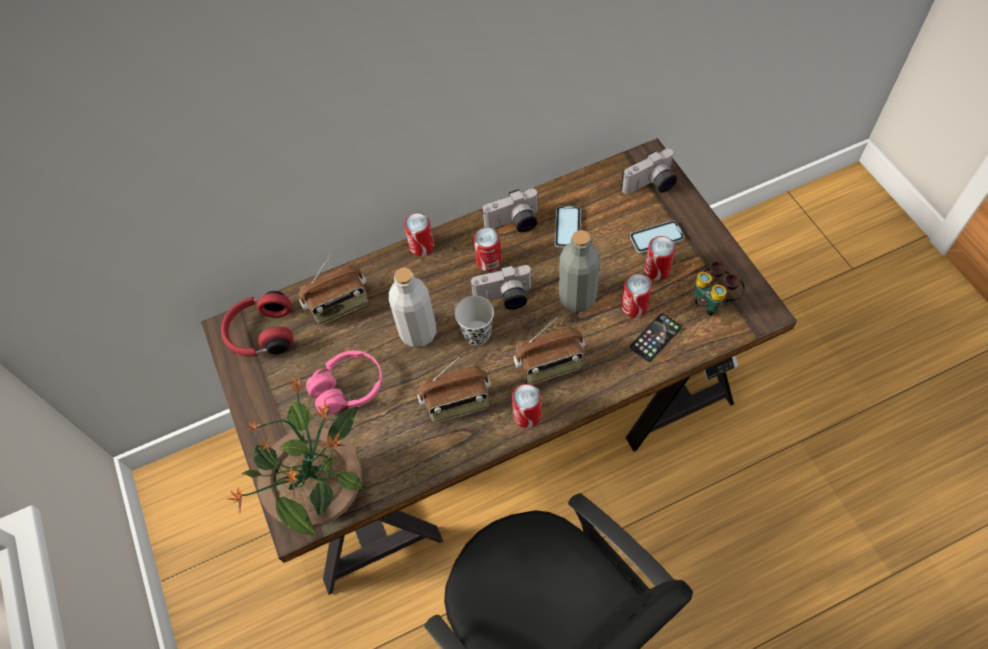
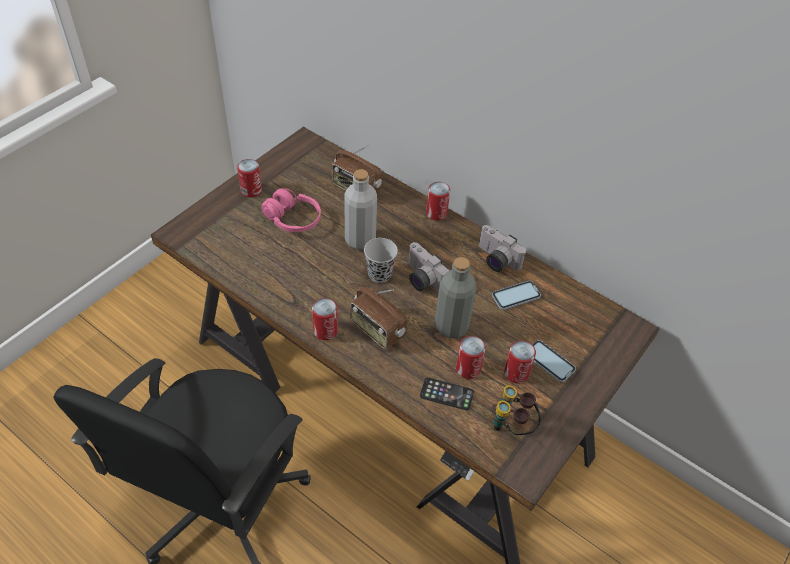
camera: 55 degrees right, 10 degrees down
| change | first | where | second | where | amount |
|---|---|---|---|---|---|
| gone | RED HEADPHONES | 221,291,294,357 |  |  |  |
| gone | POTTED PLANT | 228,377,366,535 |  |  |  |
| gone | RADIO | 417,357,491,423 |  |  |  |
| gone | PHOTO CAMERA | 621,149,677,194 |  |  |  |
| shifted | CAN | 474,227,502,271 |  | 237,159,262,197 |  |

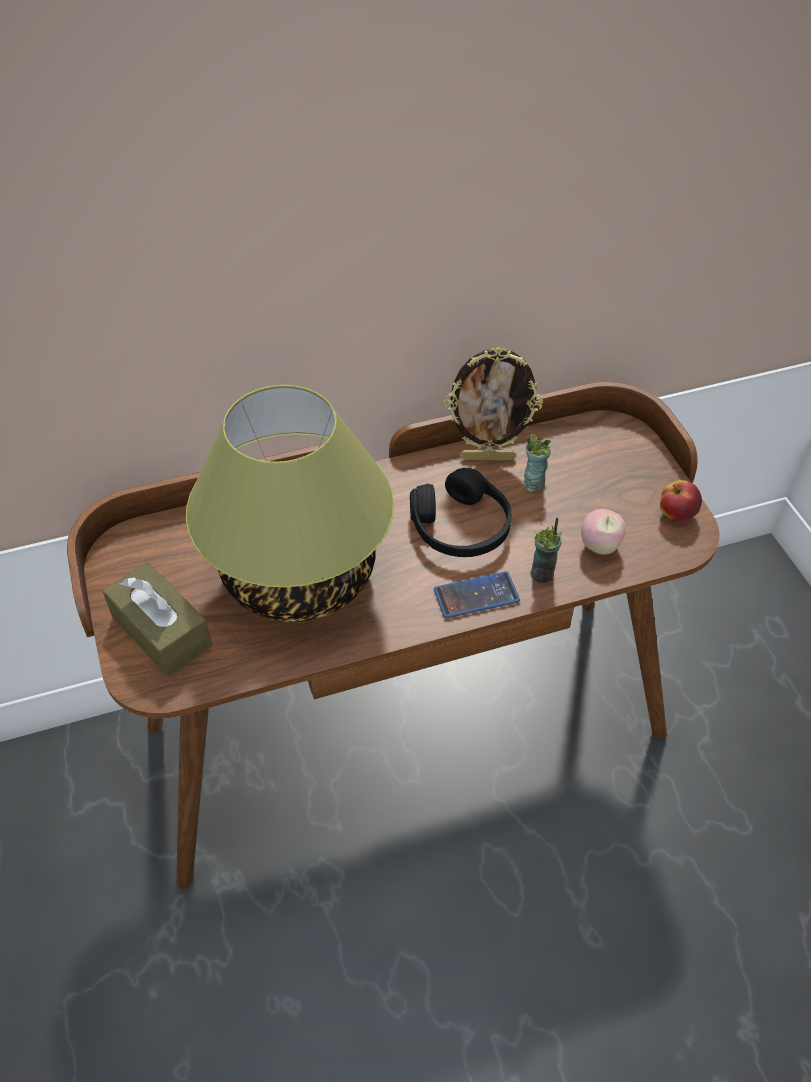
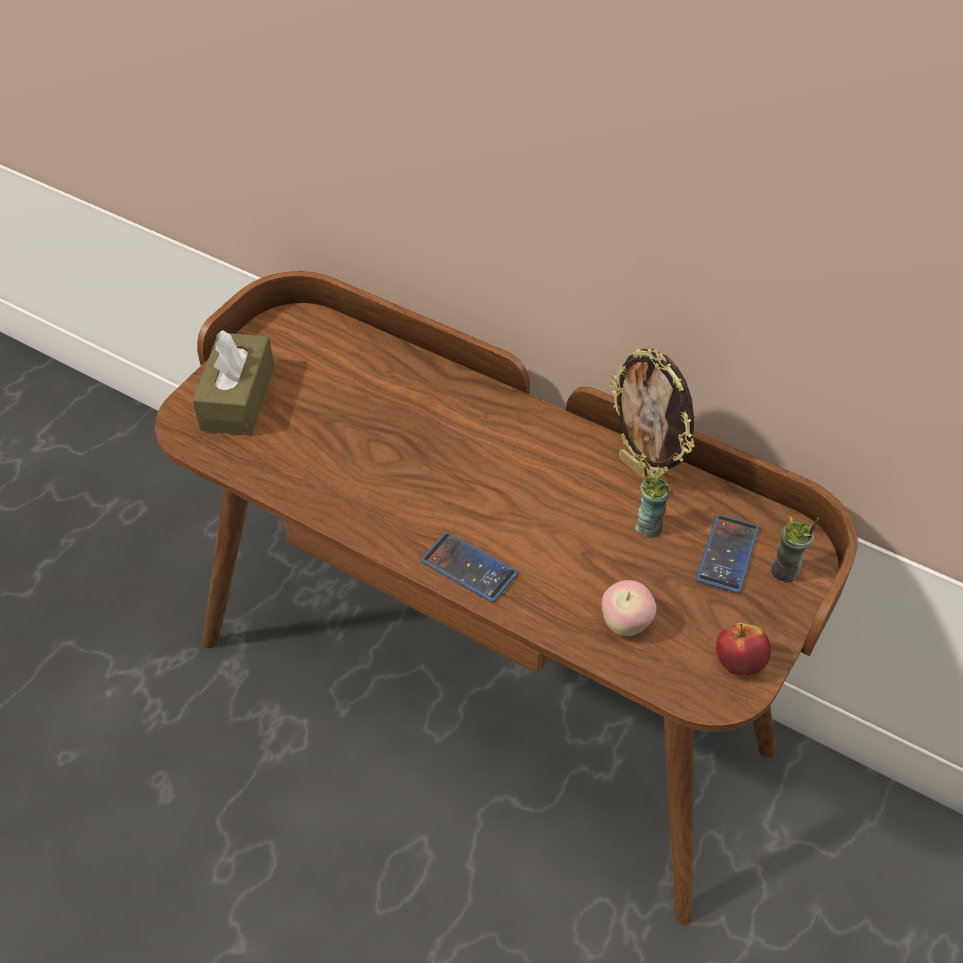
camera: 50 degrees right, 0 degrees up
| change | first | where | second | where | amount |
|---|---|---|---|---|---|
| gone | TABLE LAMP | 186,385,394,622 |  |  |  |
| gone | BLACK HEADPHONES | 410,468,511,557 |  |  |  |
| new |  |  | PHONE | 696,514,759,593 |  |
| shifted | CUP | 530,517,563,583 |  | 771,516,819,583 |  |

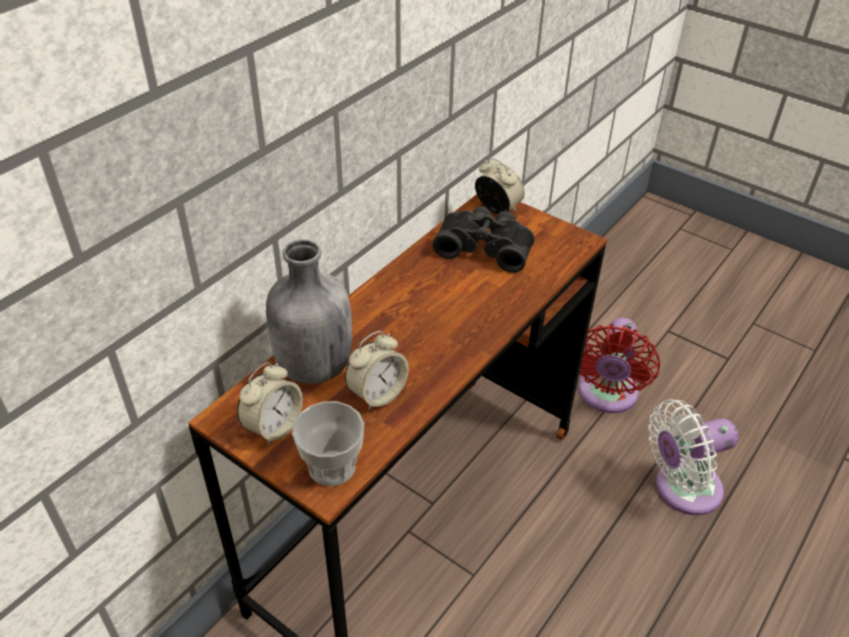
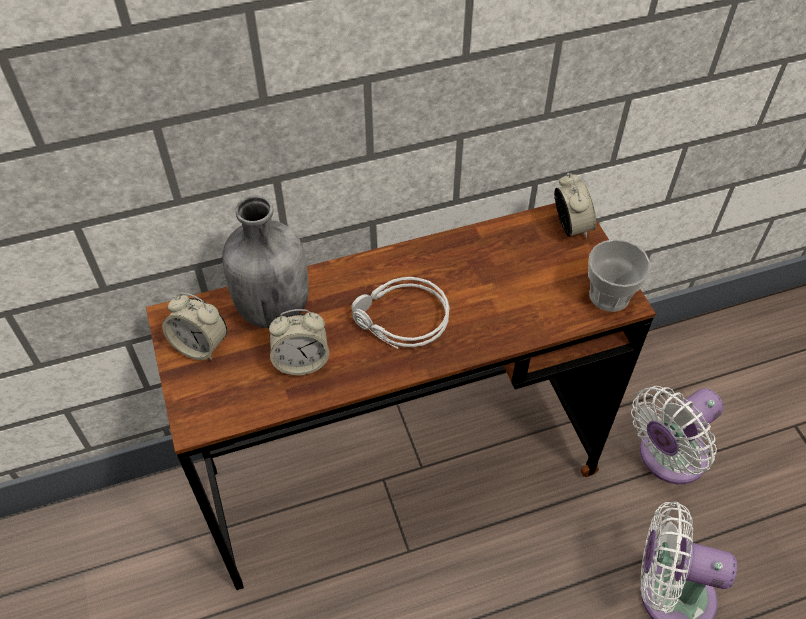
camera: 35 degrees right, 10 degrees up
| change | first | where | second | where | amount |
|---|---|---|---|---|---|
| gone | BLACK BINOCULARS | 432,206,534,273 |  |  |  |
| new |  |  | GREY HEADPHONES | 351,277,450,349 |  |
| shifted | CUP | 292,401,364,486 |  | 588,239,651,312 |  |
| repainted | RED FAN | 578,318,660,413 | WHITE FAN | 631,386,723,484 |  |
| rotated | ALARM CLOCK | 237,362,303,446 |  | 162,293,227,361 | 45 degrees clockwise |

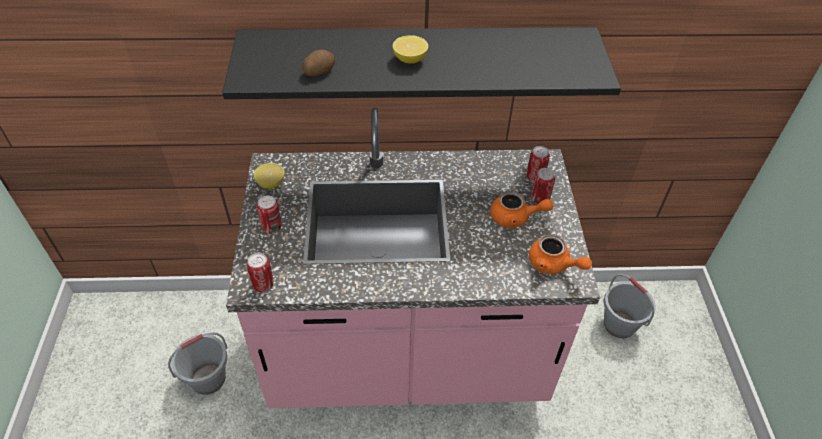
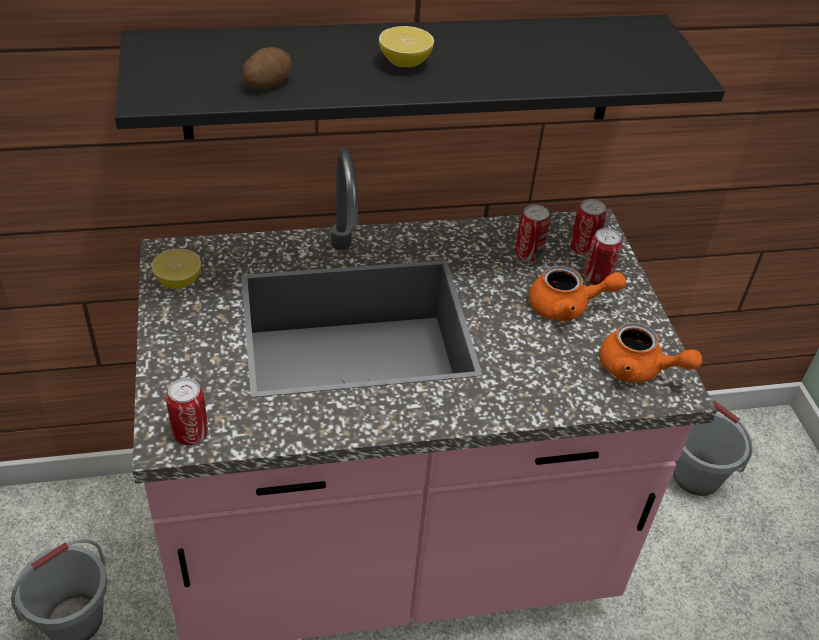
camera: 10 degrees left, 5 degrees down
| change | first | where | second | where | amount |
|---|---|---|---|---|---|
| shifted | CAN | 257,196,281,234 |  | 515,205,550,262 |  |

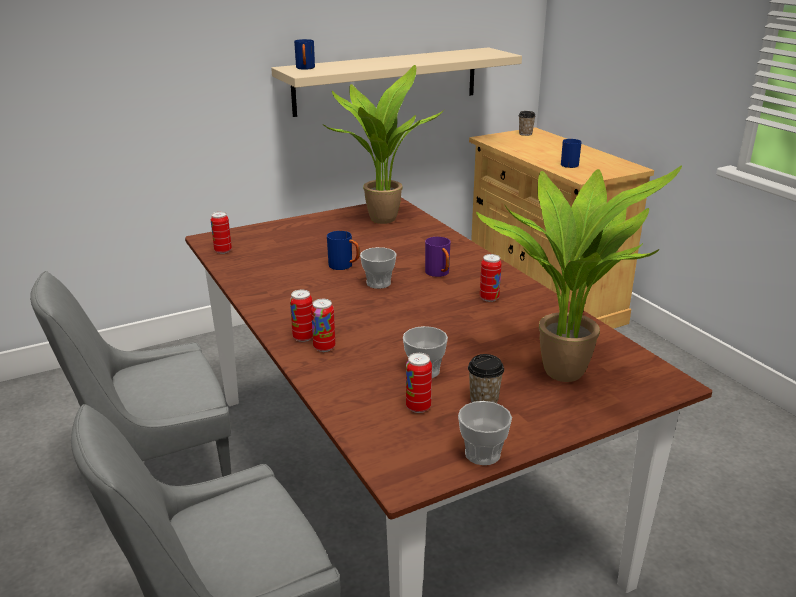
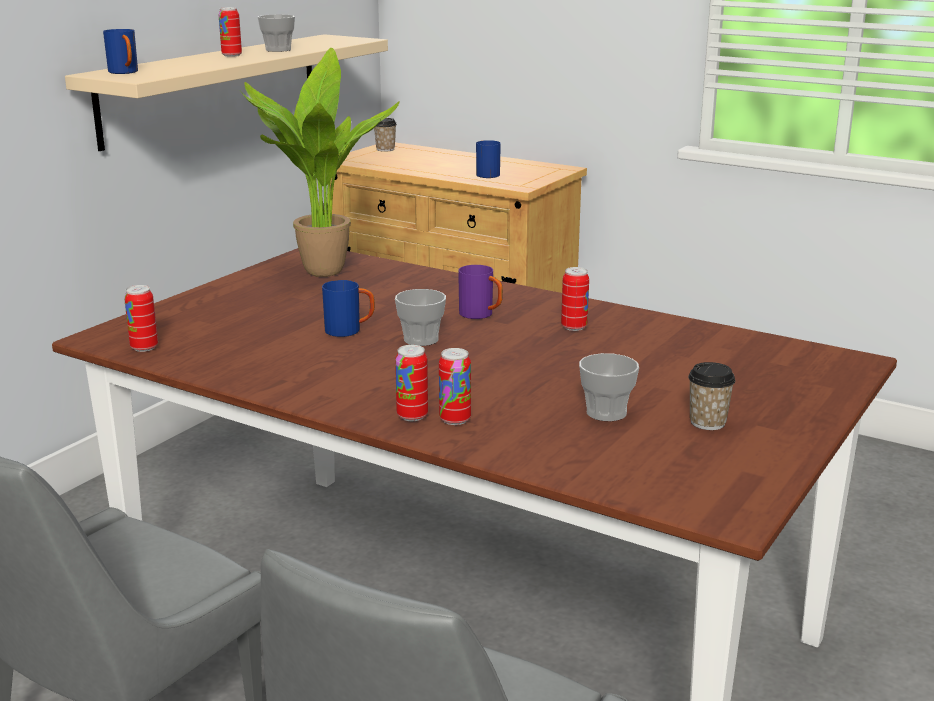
camera: 30 degrees left, 5 degrees down
| change | first | where | second | where | amount |
|---|---|---|---|---|---|
| gone | POTTED PLANT | 476,165,682,382 |  |  |  |
| shifted | CAN | 406,353,432,413 |  | 219,7,242,57 |  |
| shifted | CUP | 458,401,512,465 |  | 258,15,295,52 |  |

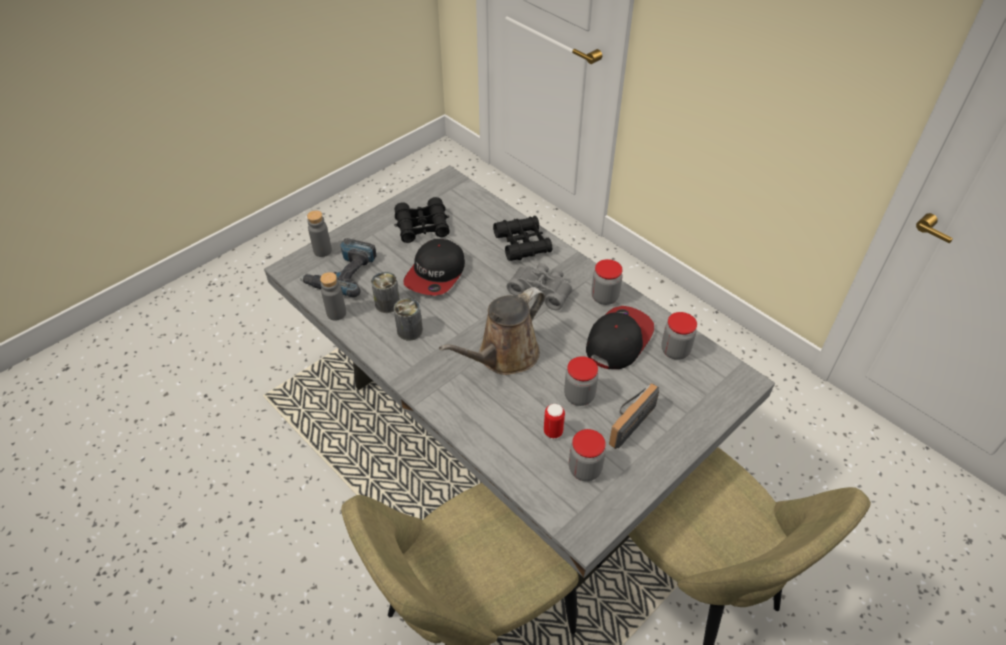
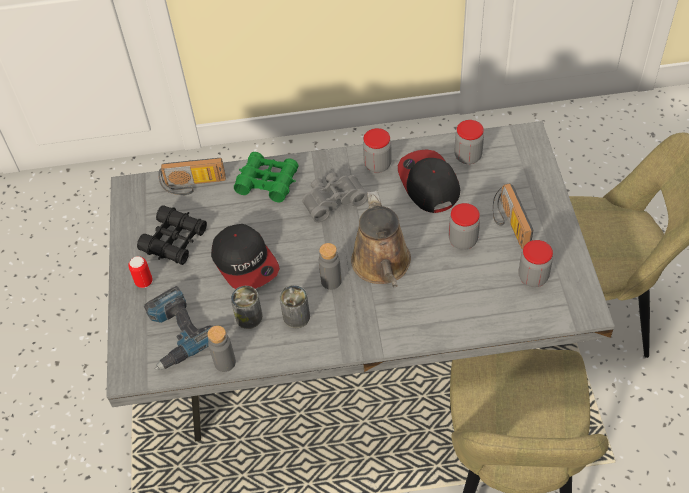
camera: 50 degrees left, 5 degrees up
| change | first | where | second | where | amount |
|---|---|---|---|---|---|
| new |  |  | RADIO | 158,158,226,195 |  |
| shifted | GREY BOTTLE | 307,210,332,257 |  | 319,243,342,290 |  |
| shifted | CAN | 544,404,565,439 |  | 128,256,153,288 |  |
| repainted | BLACK BINOCULARS | 493,216,552,261 | GREEN BINOCULARS | 234,152,298,203 |  |

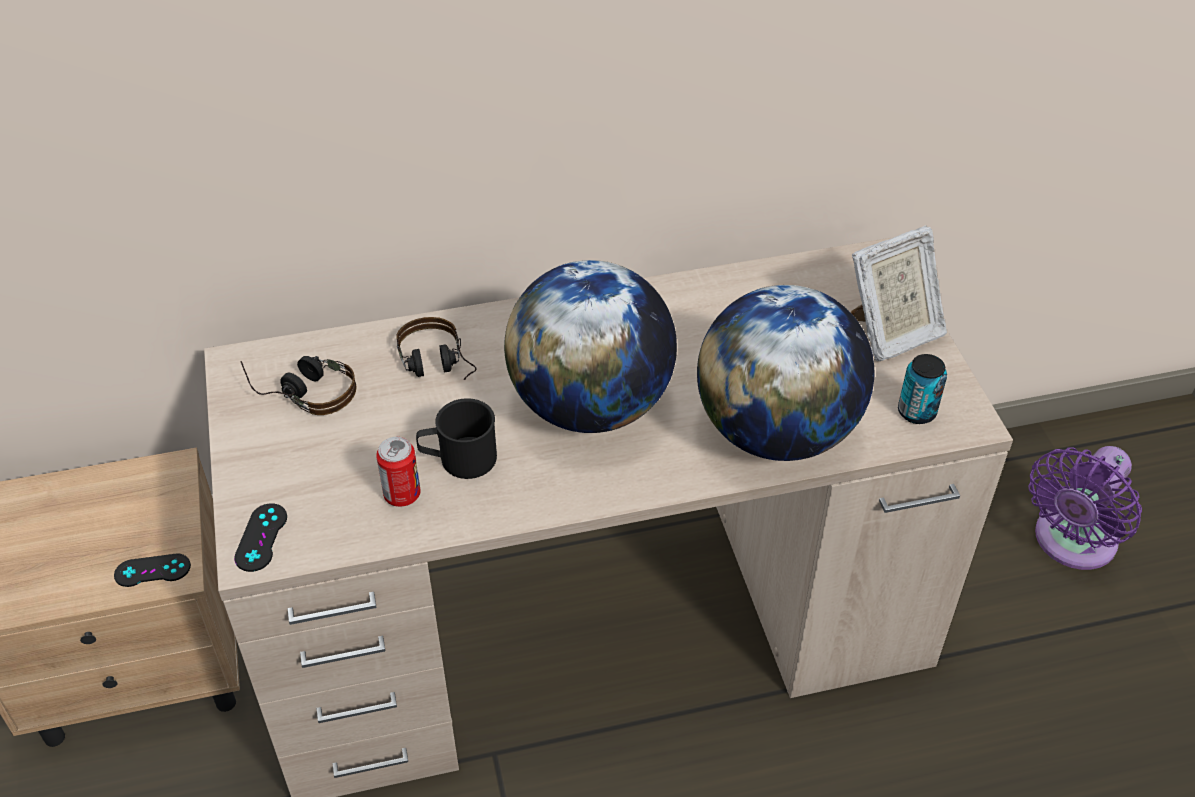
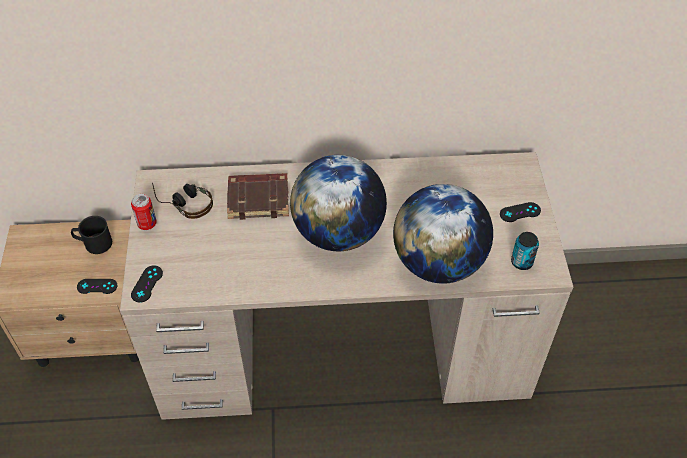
camera: 10 degrees right, 5 degrees up
| change | first | where | second | where | amount |
|---|---|---|---|---|---|
| gone | PURPLE FAN | 1028,446,1142,570 |  |  |  |
| shifted | CAN | 376,437,421,507 |  | 131,194,157,230 |  |
| shifted | BLACK MUG | 416,398,497,479 |  | 71,216,112,254 |  |
| swapped | HEADPHONES | 396,317,477,380 | BROWN BOOK | 227,173,289,220 |  |
| swapped | PICTURE FRAME | 851,226,947,361 | BLACK GAME CONTROLLER | 500,202,541,222 |  |

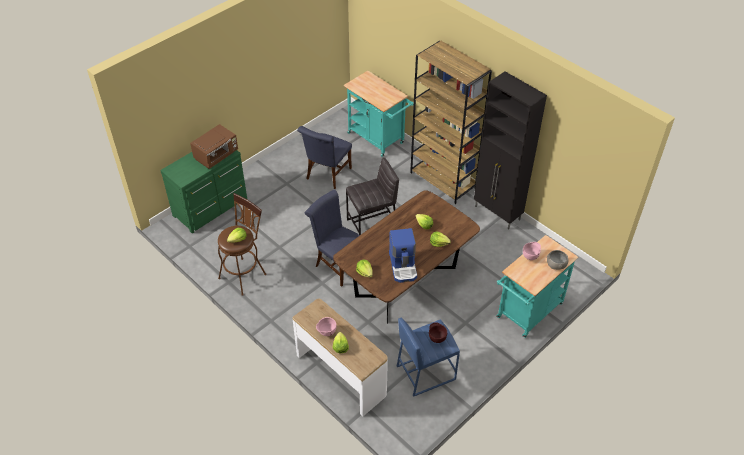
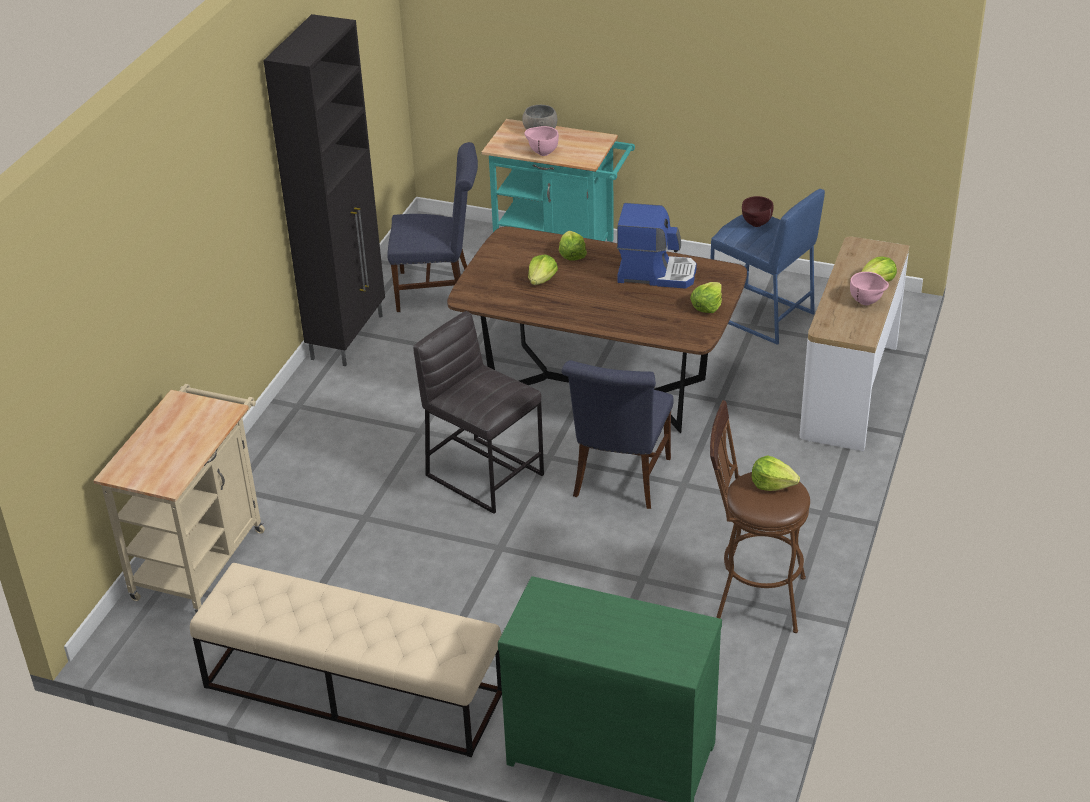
camera: 115 degrees left, 10 degrees down
| change | first | where | second | where | amount |
|---|---|---|---|---|---|
| gone | BROWN MICROWAVE | 190,124,238,169 |  |  |  |
| gone | BROWN BOOKCASE | 410,41,492,204 |  |  |  |
| new |  |  | BEIGE BENCH | 190,563,502,757 |  |
| shifted | BLUE CHAIR | 297,126,352,189 |  | 387,142,478,312 |  |
| repainted | TURQUOISE CART | 344,71,414,157 | BEIGE CART | 93,384,265,613 |  |
| rotated | COFFEE MACHINE | 389,228,417,283 |  | 617,203,697,289 | 45 degrees clockwise |

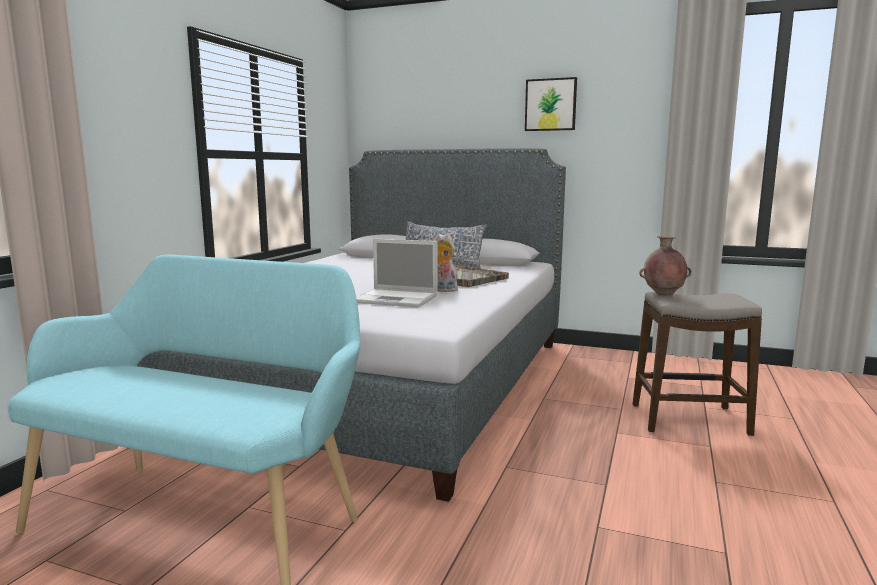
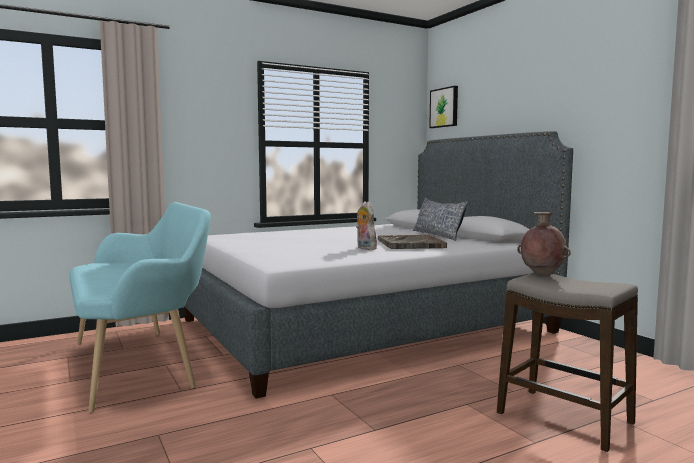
camera: 40 degrees right, 5 degrees down
| change | first | where | second | where | amount |
|---|---|---|---|---|---|
| gone | LAPTOP | 356,239,438,307 |  |  |  |
| shifted | PICTURE | 525,77,577,131 |  | 429,86,458,128 |  |

